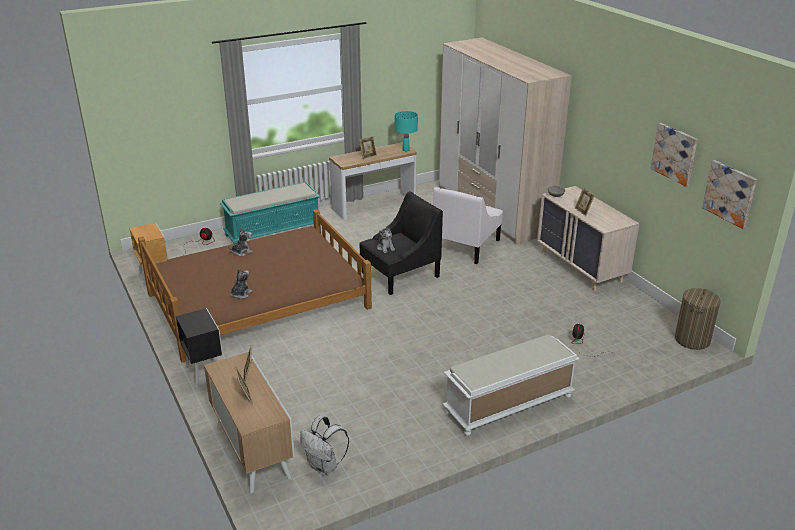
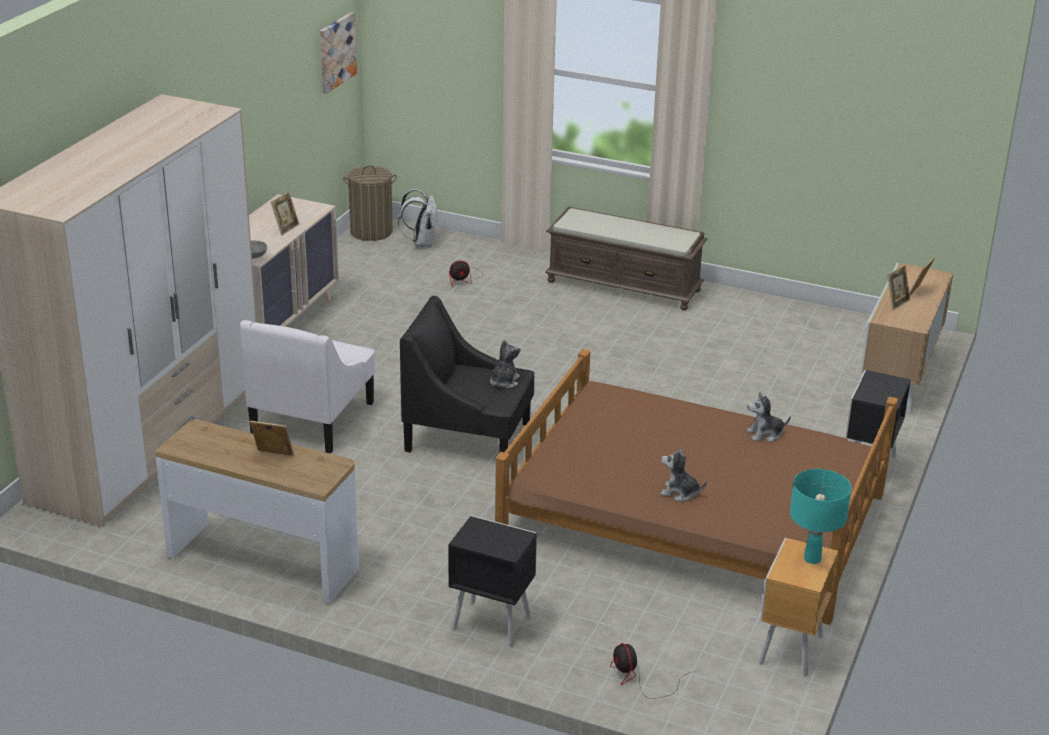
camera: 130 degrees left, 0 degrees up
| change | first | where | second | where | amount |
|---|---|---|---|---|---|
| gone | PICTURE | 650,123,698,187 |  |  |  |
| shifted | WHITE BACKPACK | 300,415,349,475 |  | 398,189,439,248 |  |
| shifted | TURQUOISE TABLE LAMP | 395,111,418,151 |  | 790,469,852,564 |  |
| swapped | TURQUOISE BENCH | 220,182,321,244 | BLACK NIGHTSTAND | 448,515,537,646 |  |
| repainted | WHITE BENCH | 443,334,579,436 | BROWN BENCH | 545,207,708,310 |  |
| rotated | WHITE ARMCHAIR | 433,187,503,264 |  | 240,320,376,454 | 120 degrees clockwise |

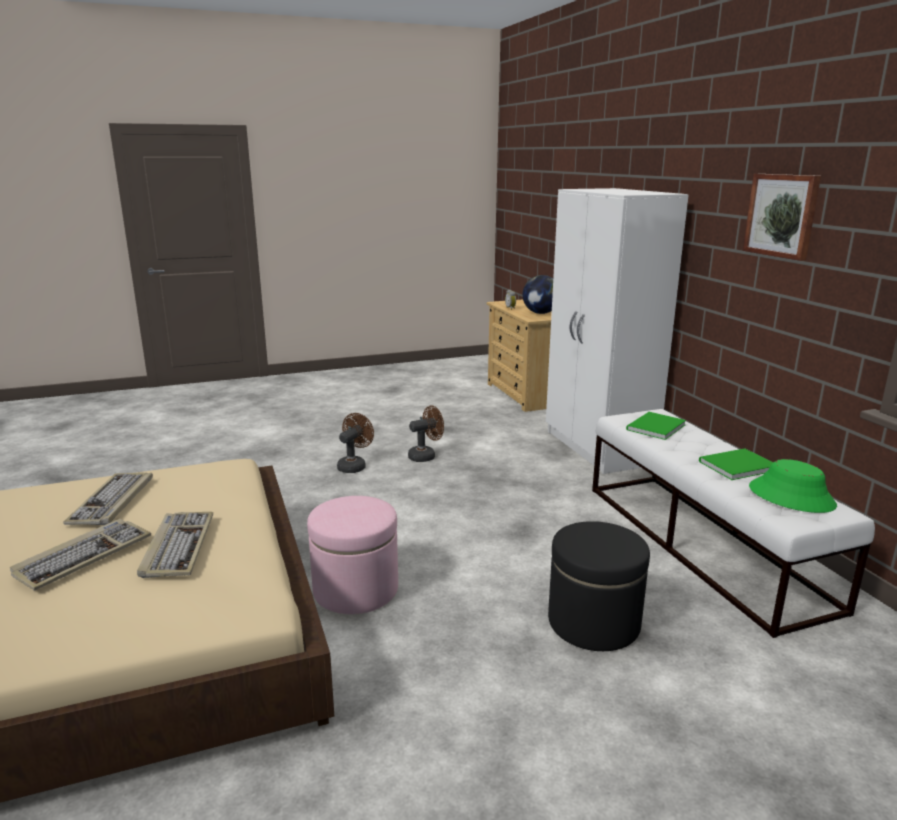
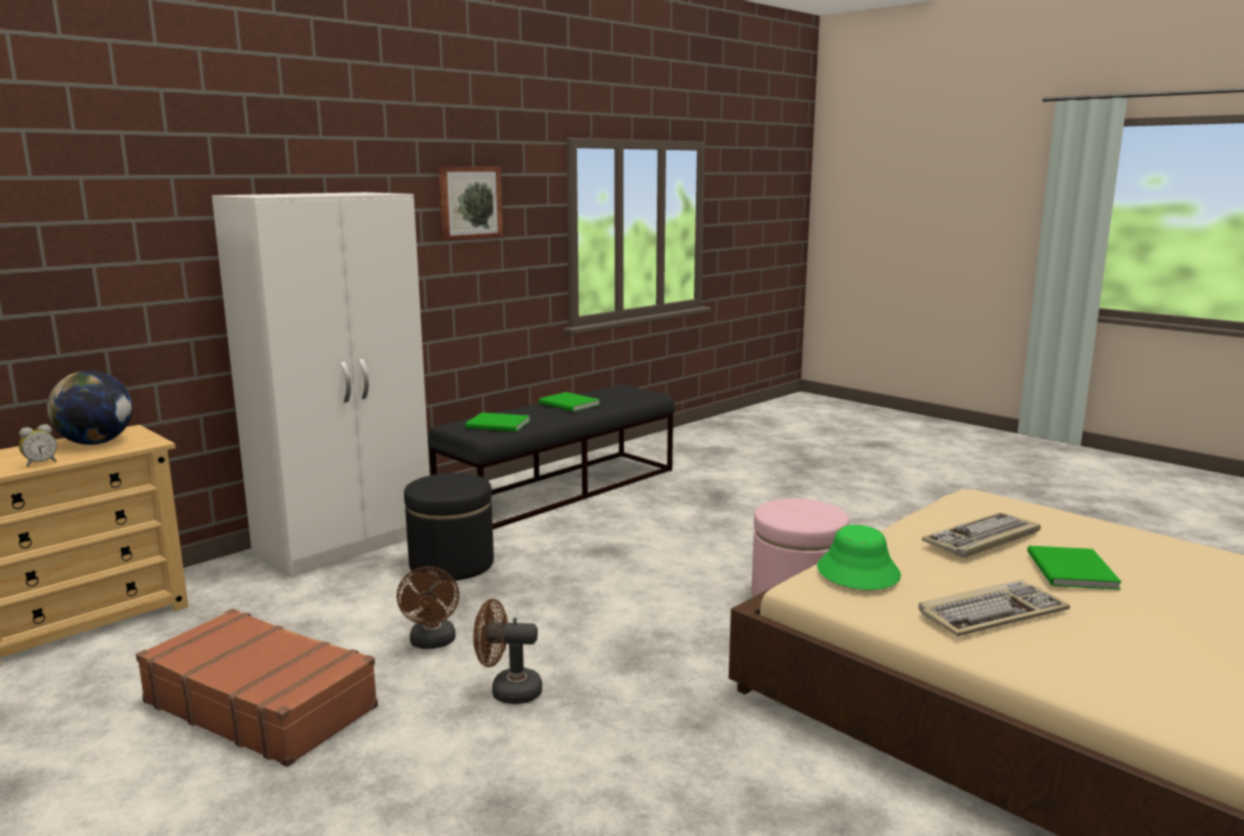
camera: 115 degrees left, 5 degrees down
| change | first | where | second | where | amount |
|---|---|---|---|---|---|
| new |  |  | BROWN SUITCASE | 136,609,378,767 |  |
| shifted | BLACK OTTOMAN | 548,521,650,651 |  | 404,473,494,581 |  |
| shifted | GREEN HAT | 749,459,837,513 |  | 817,525,901,590 |  |
| swapped | KEYBOARD | 10,519,151,591 | GREEN BOOK | 1027,546,1122,590 |  |
| repainted | WHITE BENCH | 592,409,875,638 | BLACK BENCH | 428,385,675,529 |  |
| rotated | BROWN FAN | 408,406,444,462 |  | 397,567,459,649 | 135 degrees counterclockwise |

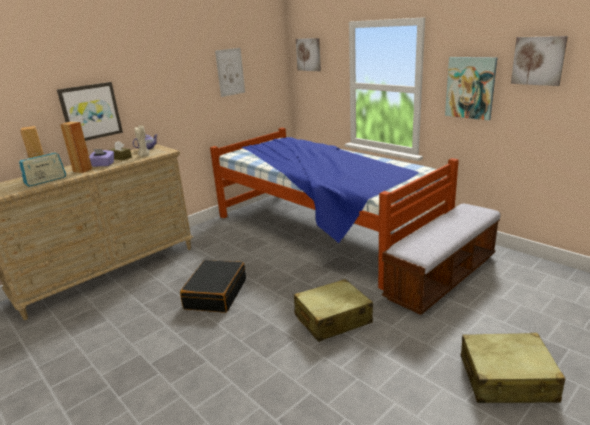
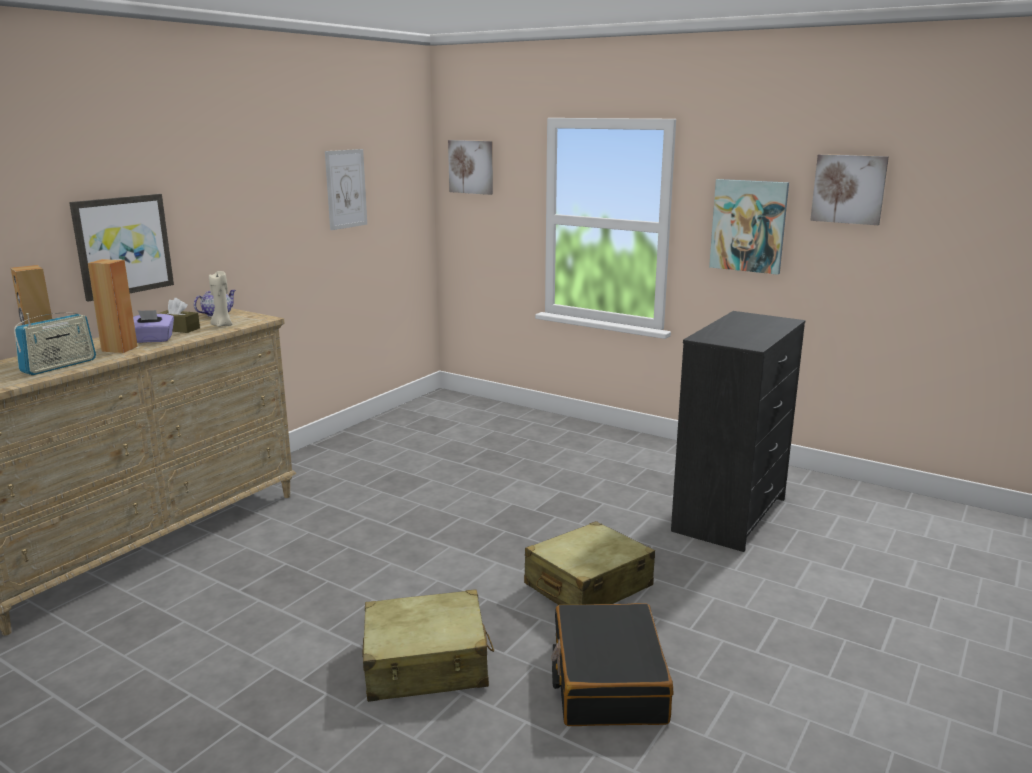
camera: 15 degrees left, 5 degrees down
| change | first | where | second | where | amount |
|---|---|---|---|---|---|
| gone | BED | 210,128,459,290 |  |  |  |
| shifted | BLACK SUITCASE | 180,260,246,313 |  | 551,603,673,726 |  |
| shifted | BEIGE SUITCASE | 460,333,565,403 |  | 362,589,494,702 |  |
| swapped | BENCH | 382,203,501,315 | BLACK DRESSER | 671,311,805,552 |  |

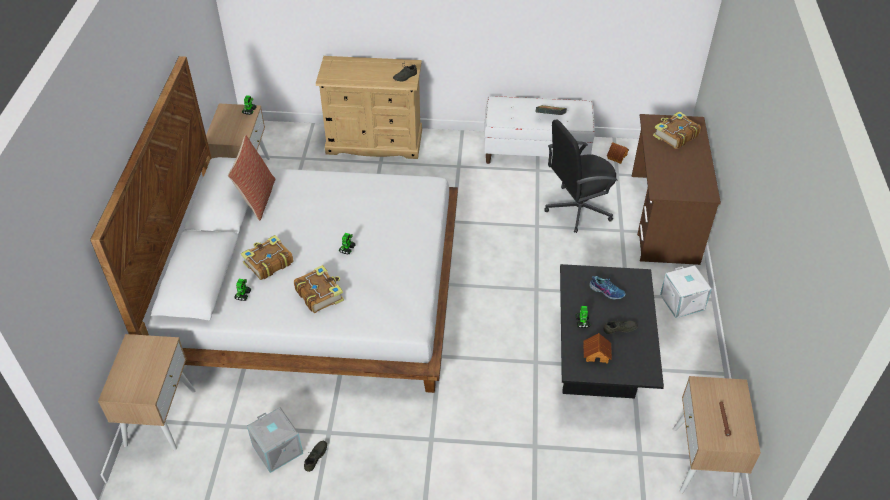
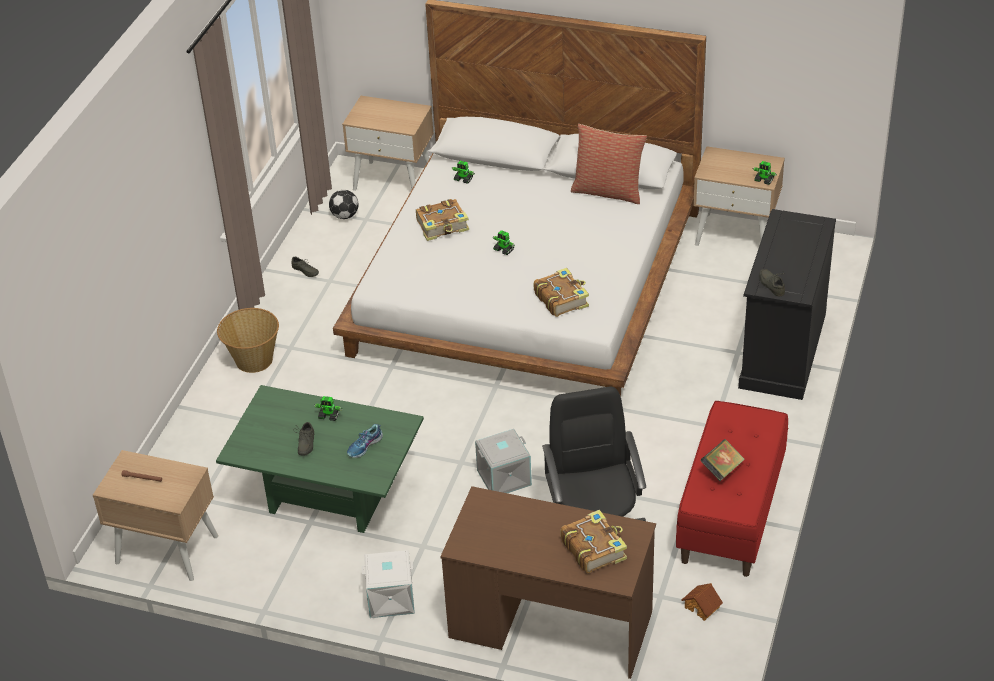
camera: 105 degrees right, 5 degrees down
| change | first | where | second | where | amount |
|---|---|---|---|---|---|
| gone | TOY HOUSE | 584,333,612,363 |  |  |  |
| new |  |  | BASKET | 217,308,279,373 |  |
| new |  |  | FOOTBALL | 329,190,359,219 |  |
| shifted | BOOK | 241,235,293,280 |  | 534,268,589,317 |  |
| shifted | GREY STORAGE BOX | 247,407,303,473 |  | 475,429,532,493 |  |
| repainted | BEIGE DRESSER | 316,56,422,159 | BLACK DRESSER | 738,209,836,400 |  |
| repainted | WHITE BENCH | 484,96,595,164 | RED BENCH | 676,401,788,577 |  |
| repainted | BLACK COFFEE TABLE | 560,264,664,398 | GREEN COFFEE TABLE | 216,385,424,533 |  |

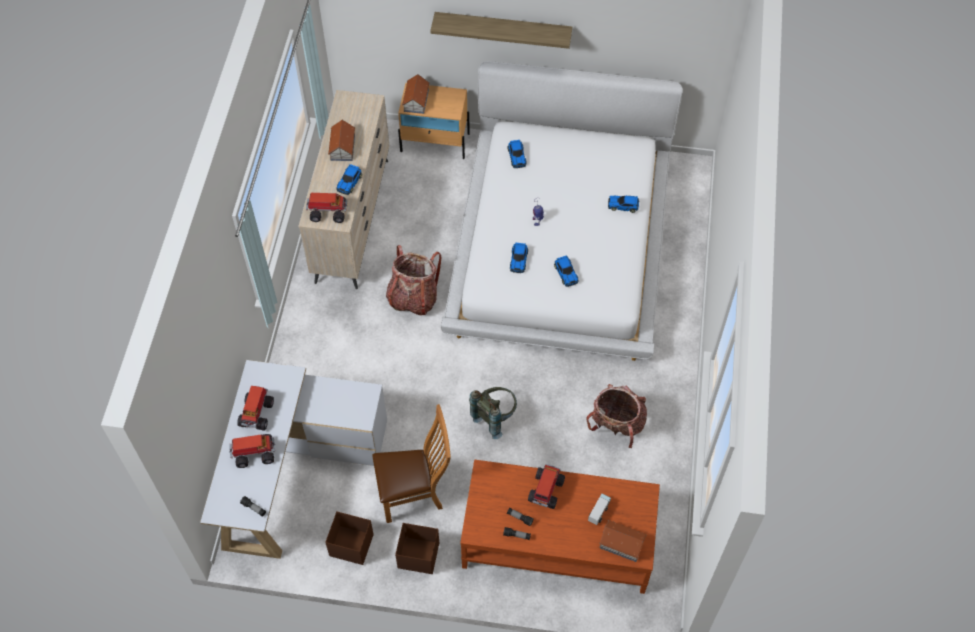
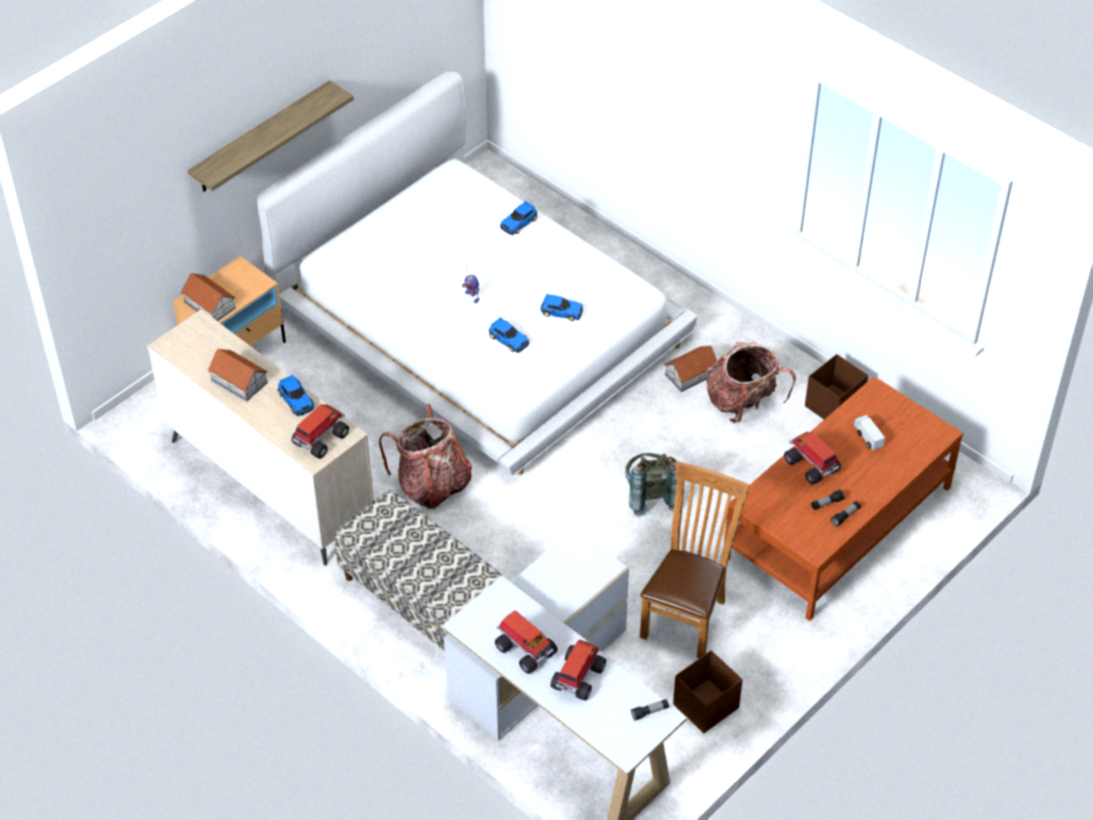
camera: 55 degrees left, 10 degrees down
| change | first | where | second | where | amount |
|---|---|---|---|---|---|
| gone | TOY CAR | 508,140,527,168 |  |  |  |
| new |  |  | BENCH | 334,490,504,651 |  |
| shifted | BROWN STORAGE BOX | 395,523,439,574 |  | 805,354,868,419 |  |
| shifted | TOY HOUSE | 599,520,647,562 |  | 664,346,717,392 |  |

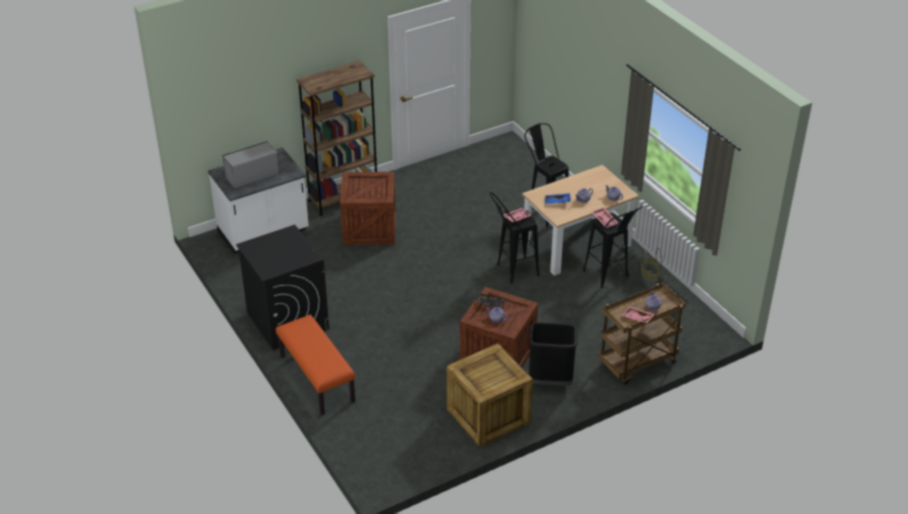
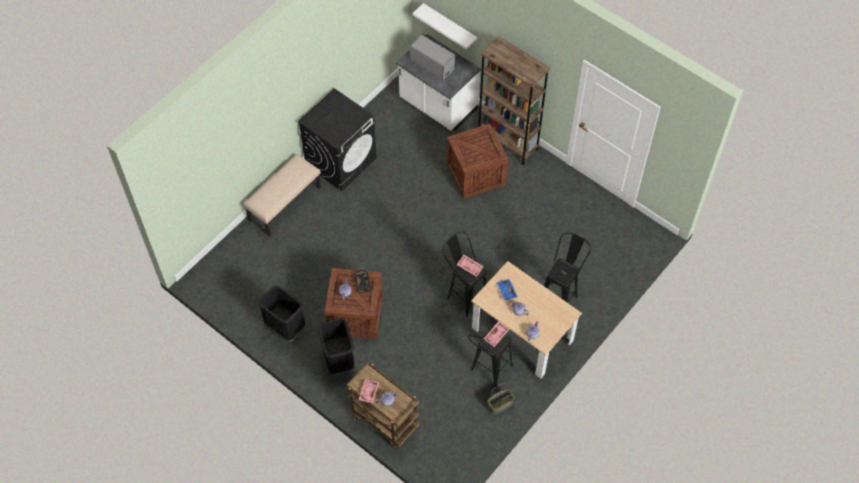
camera: 70 degrees right, 20 degrees up
| change | first | where | second | where | amount |
|---|---|---|---|---|---|
| new |  |  | WHITE SHELF | 412,3,478,50 |  |
| swapped | CRATE | 446,343,533,447 | BLACK TRASH CAN | 258,286,306,342 |  |
| repainted | ORANGE BENCH | 276,315,355,415 | BEIGE BENCH | 243,154,321,236 |  |

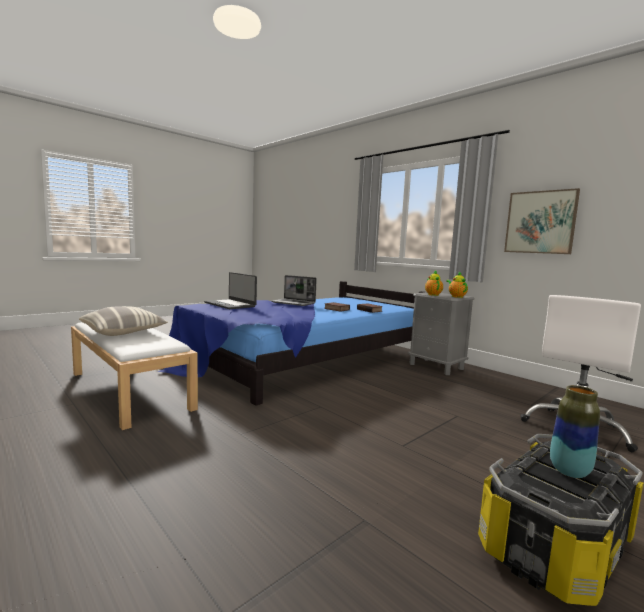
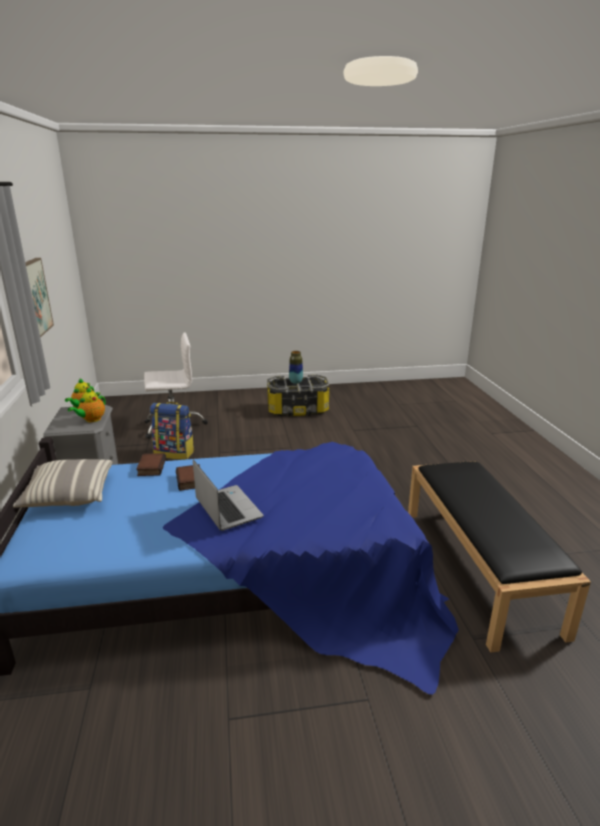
camera: 145 degrees left, 15 degrees up
| change | first | where | second | where | amount |
|---|---|---|---|---|---|
| gone | LAPTOP | 204,272,257,309 |  |  |  |
| new |  |  | BACKPACK | 150,402,195,460 |  |
| shifted | PILLOW | 79,306,168,336 |  | 13,459,112,508 |  |
| repainted | WHITE BENCH | 71,322,198,430 | BLACK BENCH | 408,461,591,652 |  |

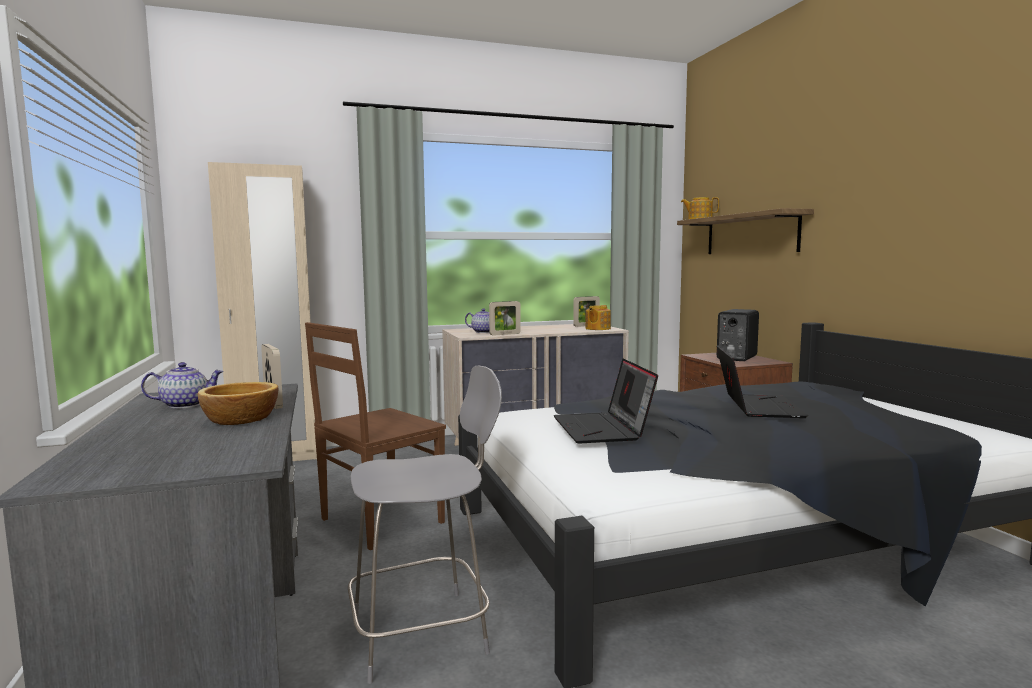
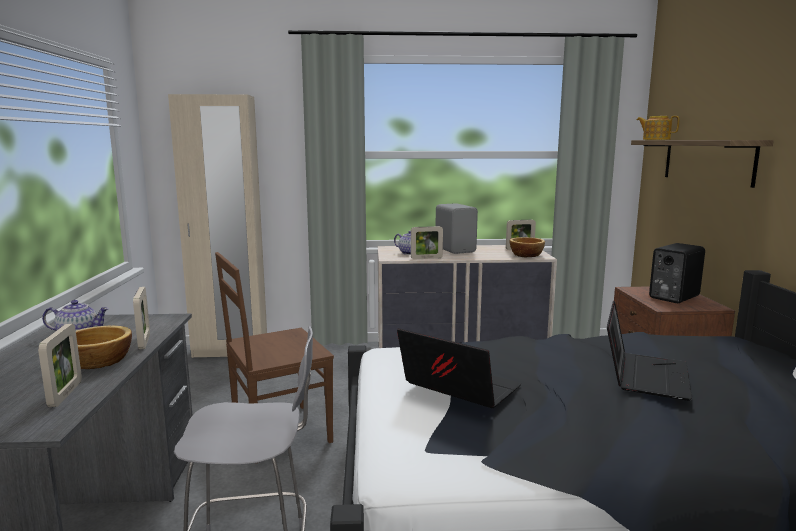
camera: 15 degrees right, 5 degrees up
| change | first | where | second | where | amount |
|---|---|---|---|---|---|
| new |  |  | PICTURE FRAME | 38,324,82,407 |  |
| new |  |  | GREY SPEAKER | 436,203,478,254 |  |
| swapped | TEAPOT | 585,305,611,330 | BOWL | 509,237,545,257 |  |
| rotated | LAPTOP | 554,358,658,443 |  | 397,328,521,408 | 120 degrees clockwise |

